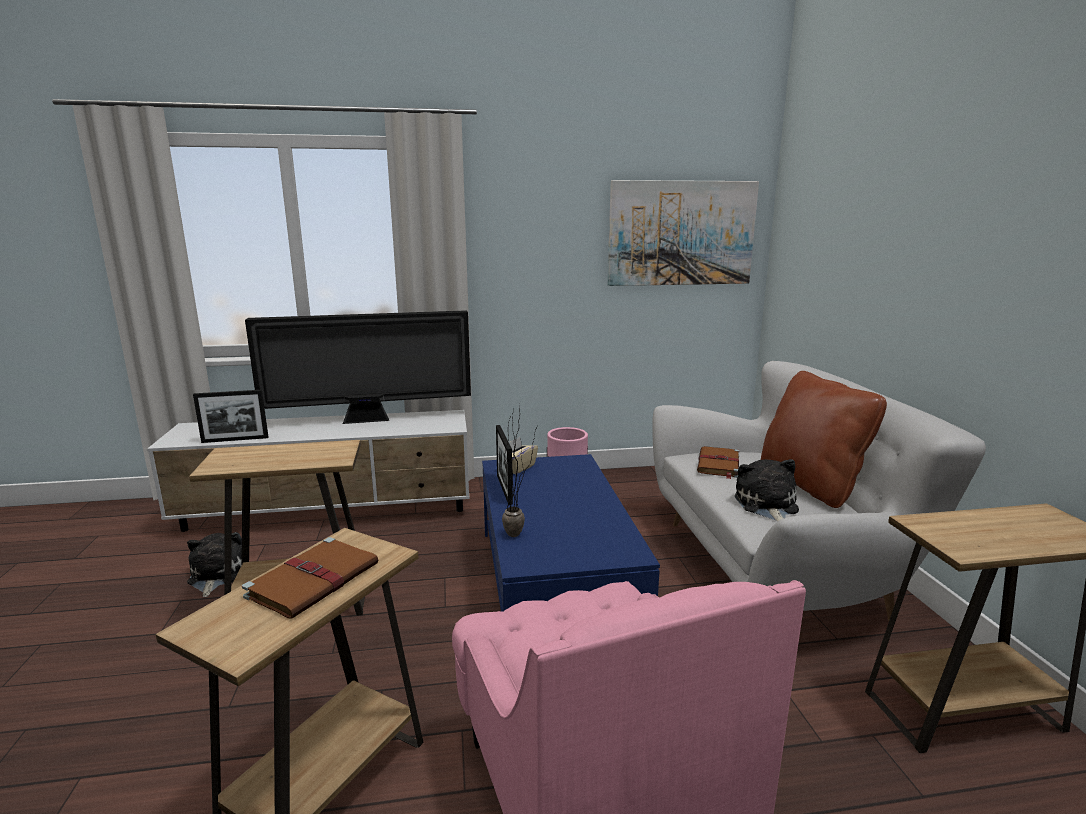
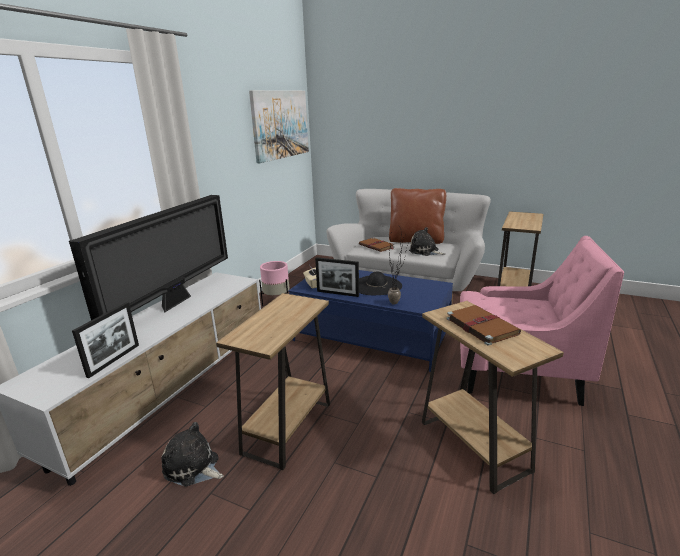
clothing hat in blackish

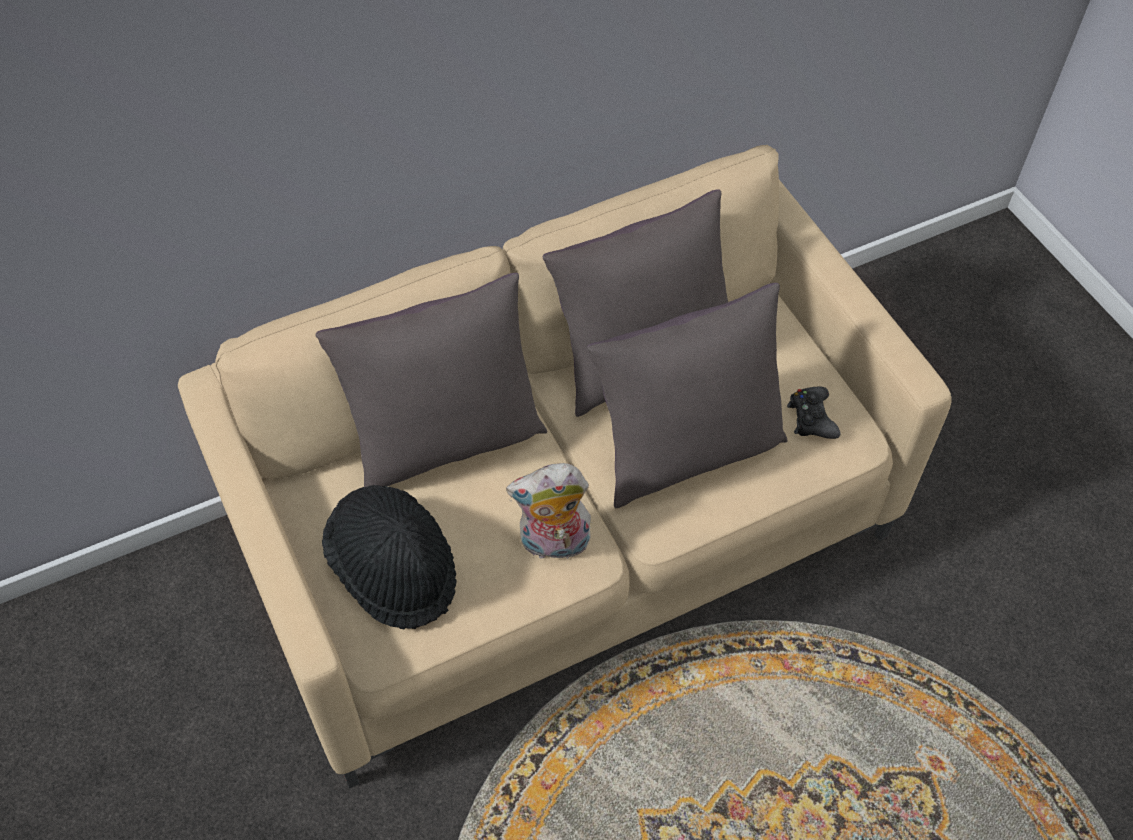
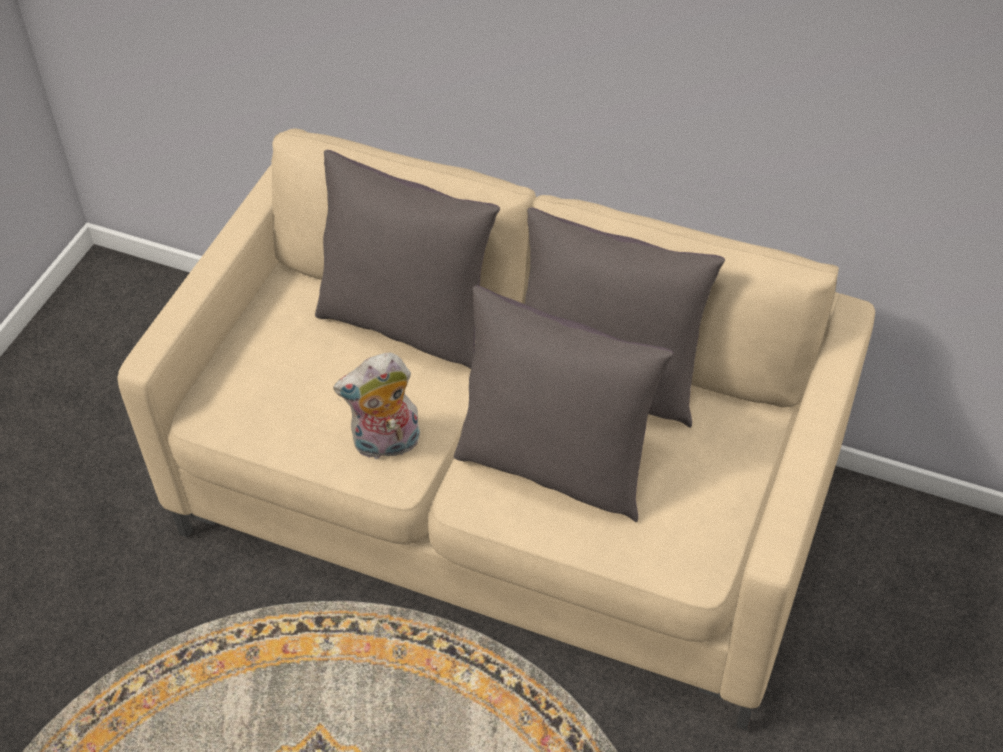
clothing hat in blackish
joypad in blackish
cuddly toy

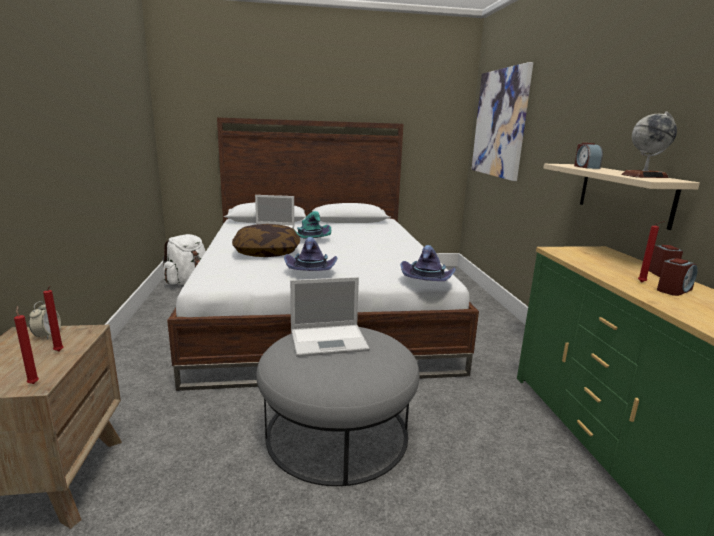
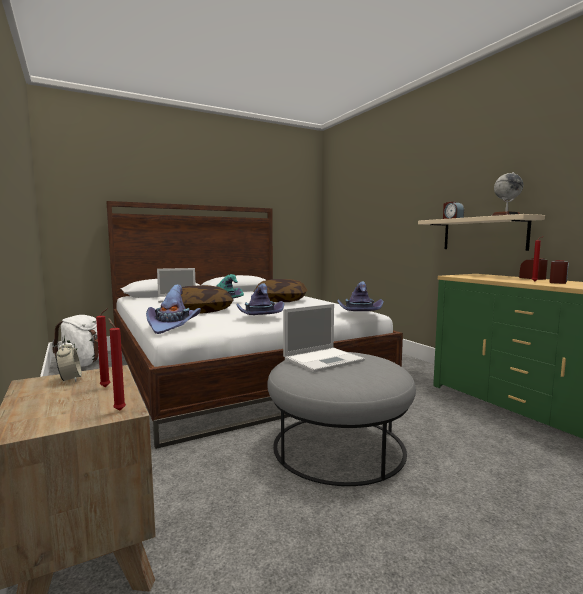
wall picture
clothing hat in purple-coloured (no. 1 from left)
cushion (no. 2 from left)

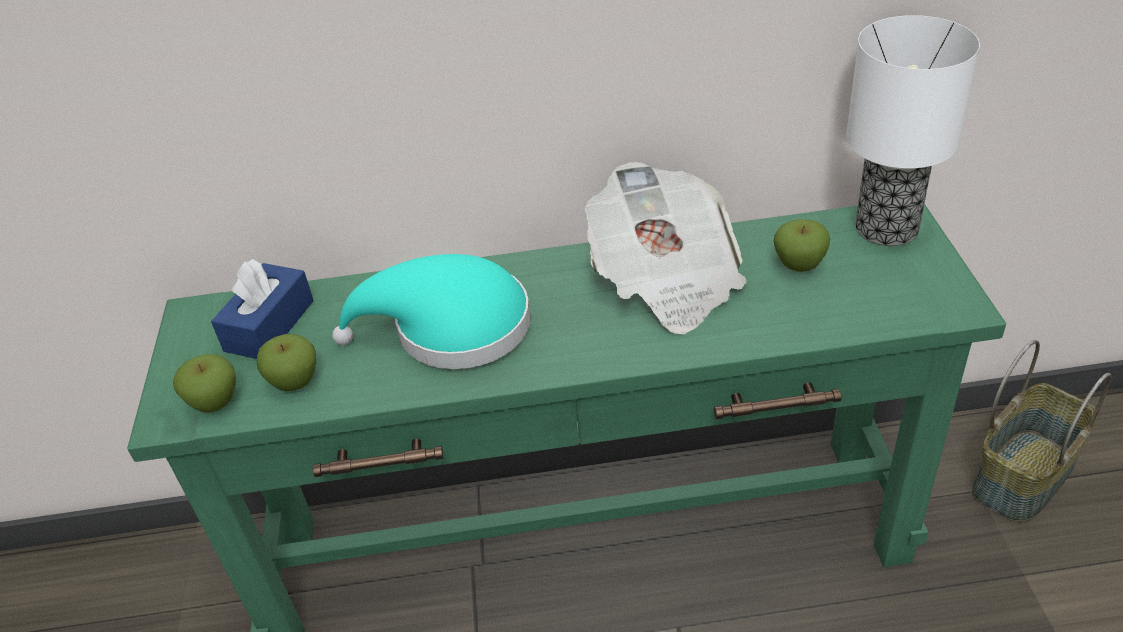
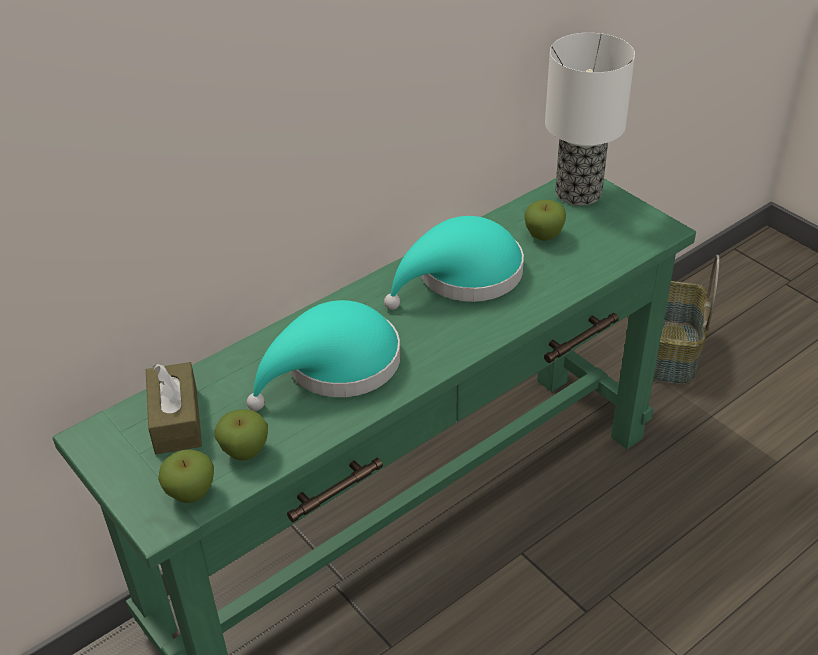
clothing hat in turquoise (no. 2 from left)
box of tissues in brown-coloured

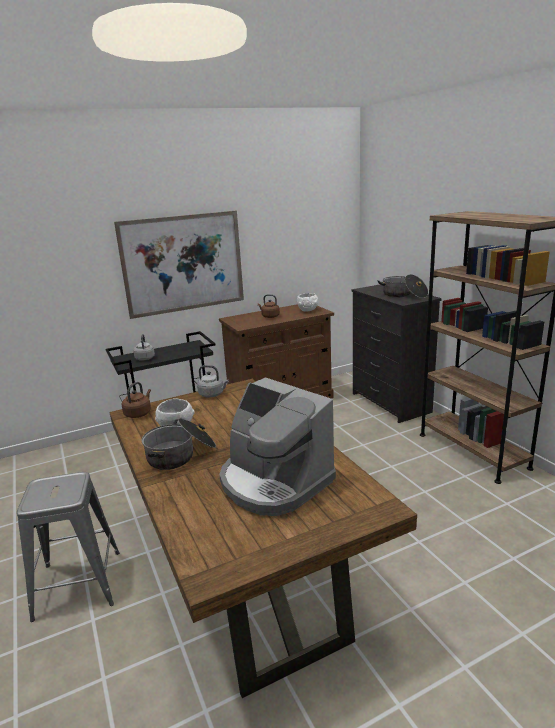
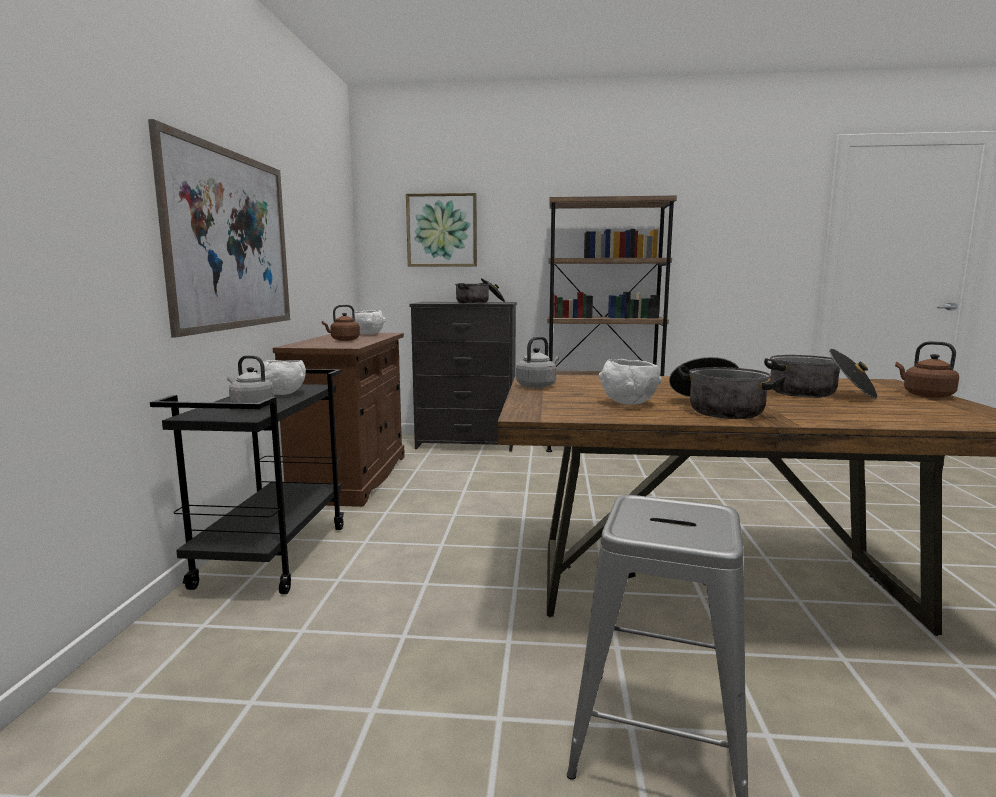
deep dish in whitish (no. 1 from left)
wall picture (no. 2 from left)
kettle in brown-coloured (no. 2 from left)
stockpot (no. 3 from left)

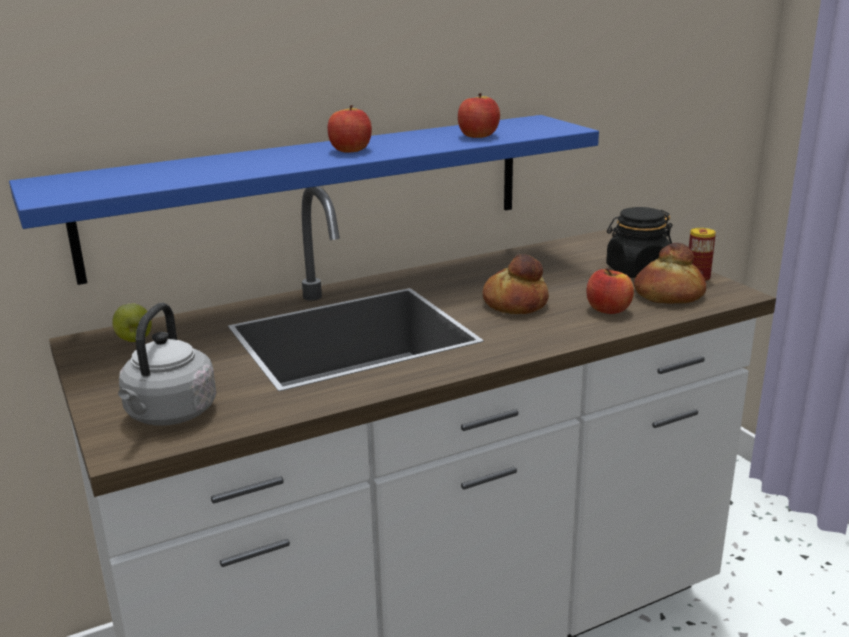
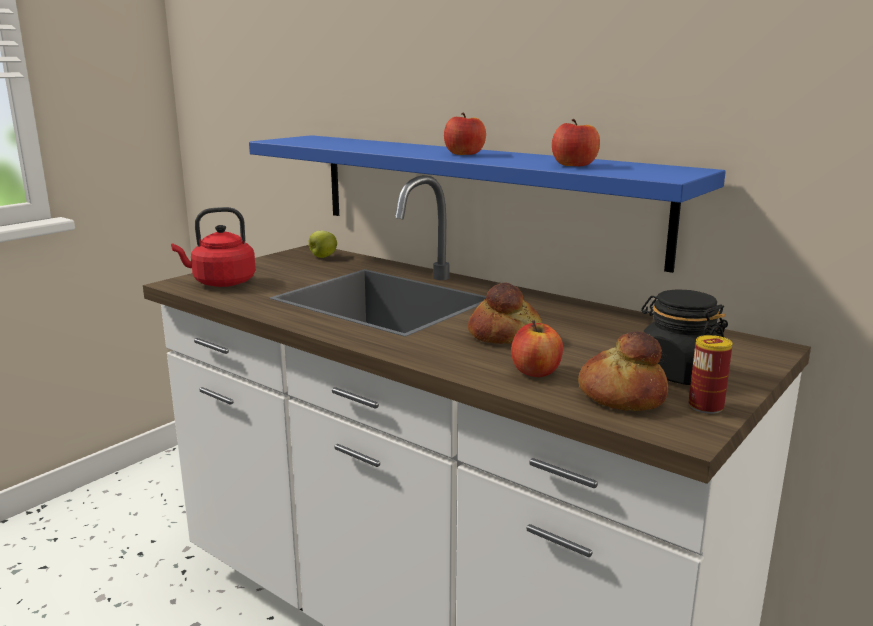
kettle in red-coloured

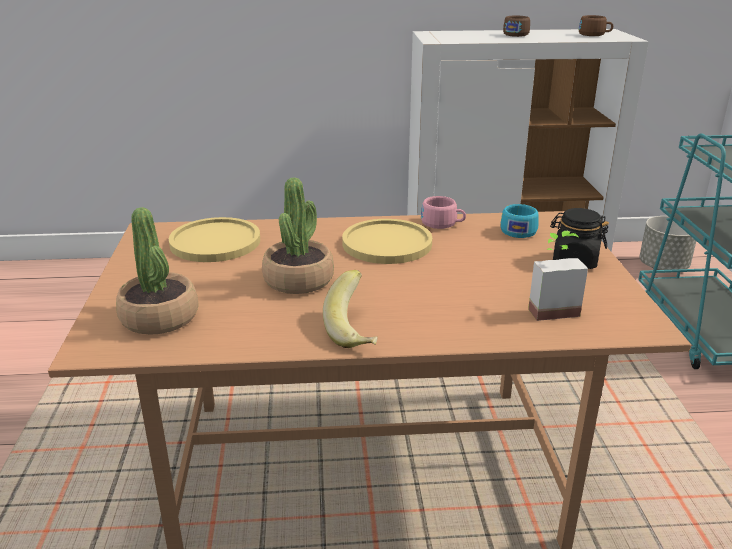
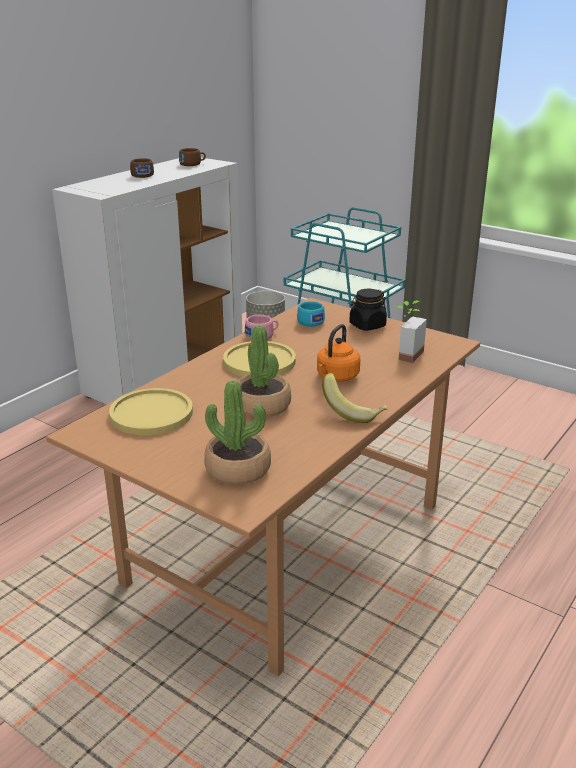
kettle in orangey

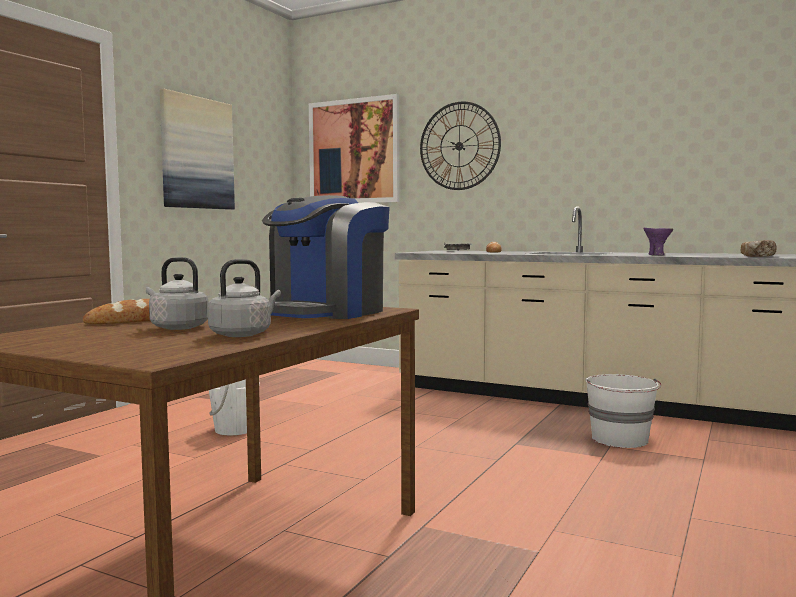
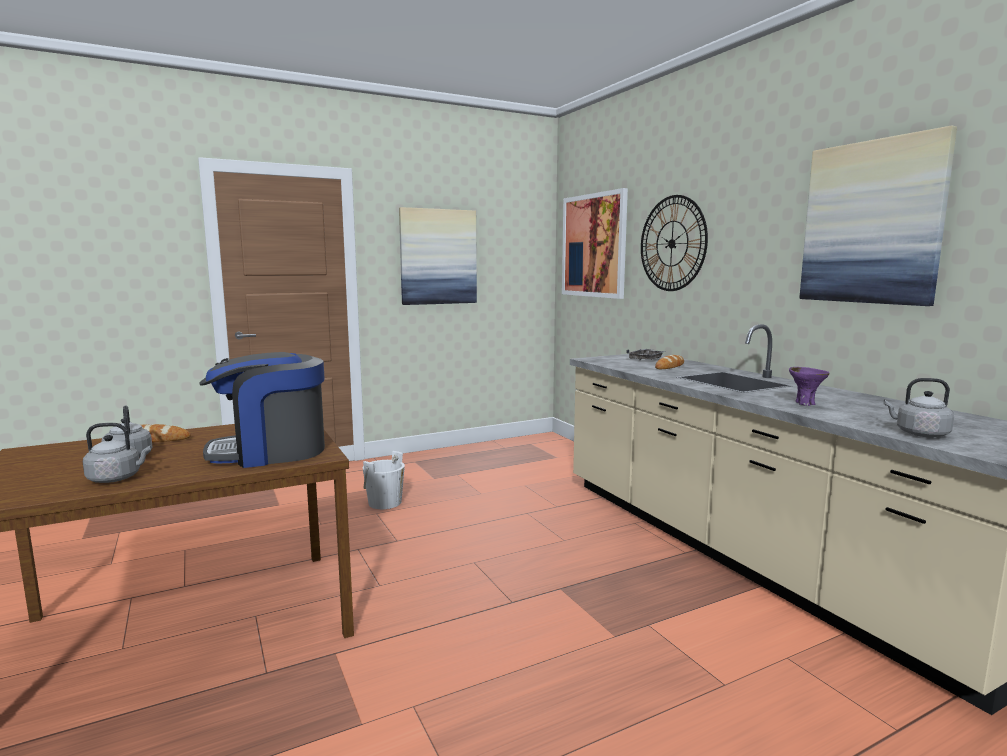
water bucket in whitish (no. 2 from left in the first image)
wall picture (no. 3 from left)
kettle in gray (no. 3 from left)

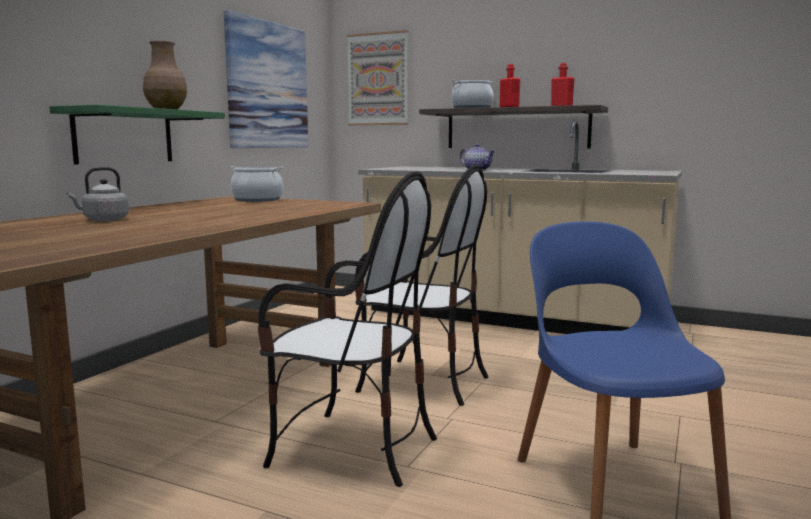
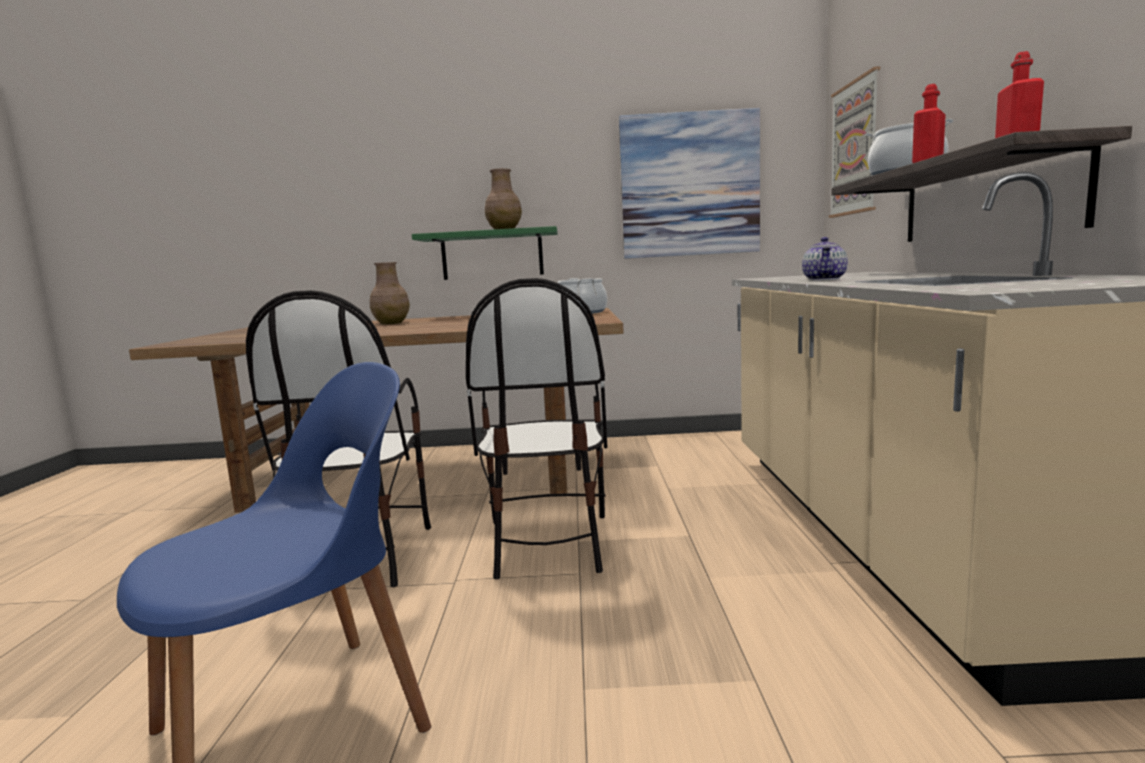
decorative vase in brown-coloured (no. 1 from left)

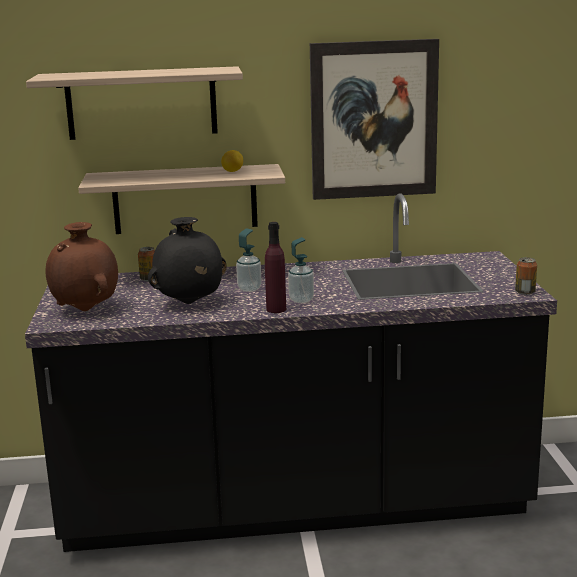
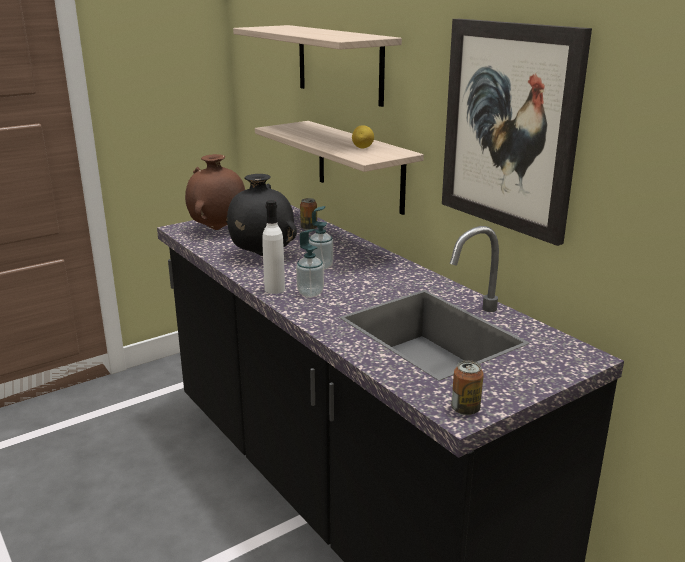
bottle in whitish

